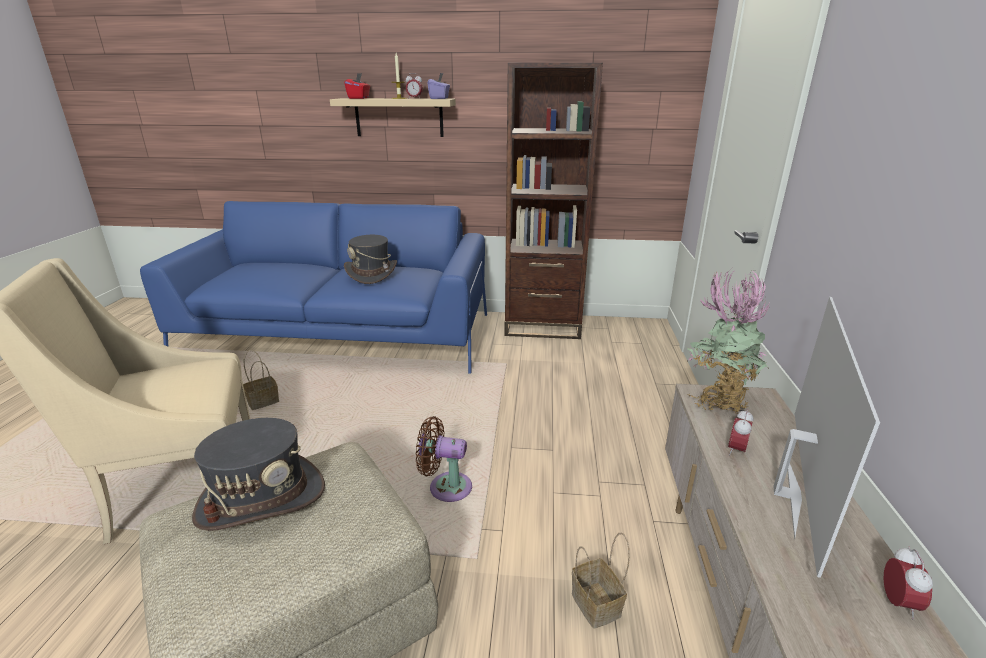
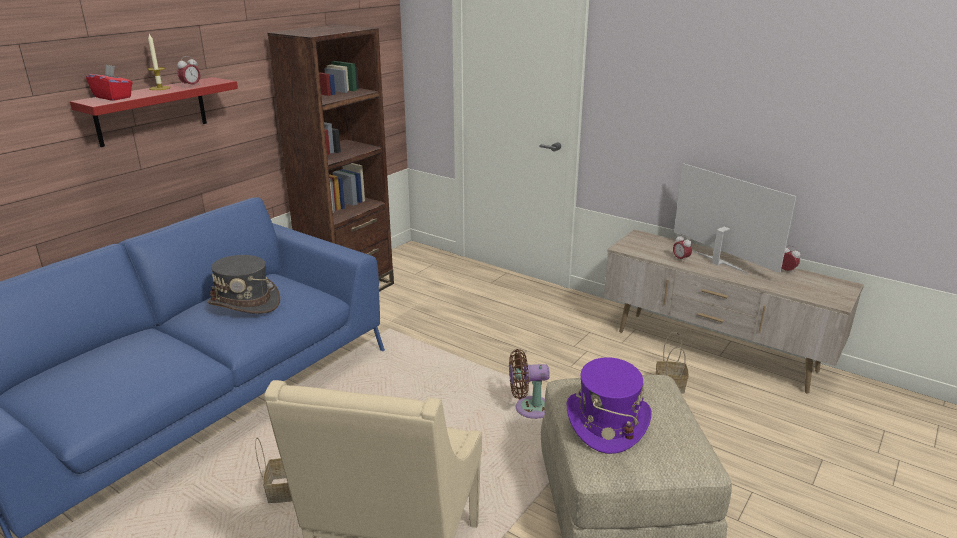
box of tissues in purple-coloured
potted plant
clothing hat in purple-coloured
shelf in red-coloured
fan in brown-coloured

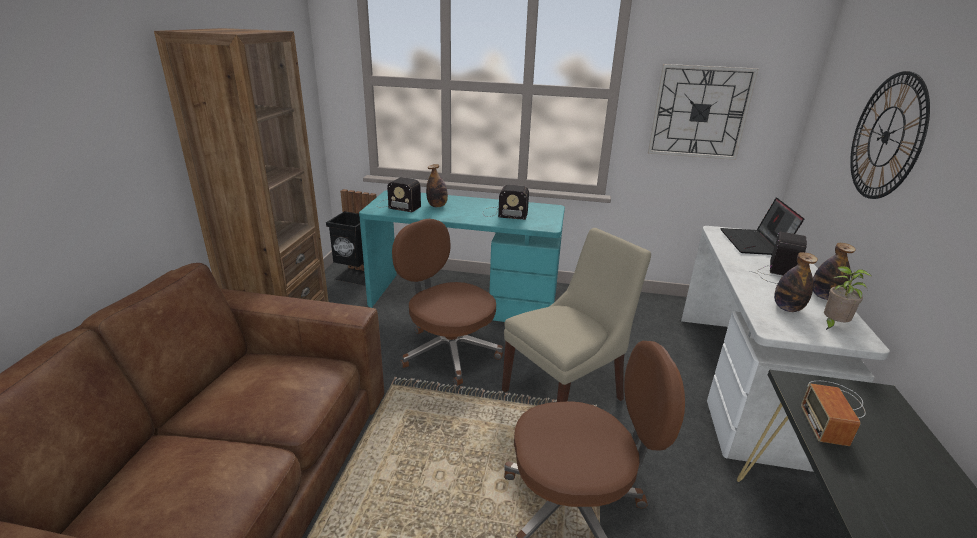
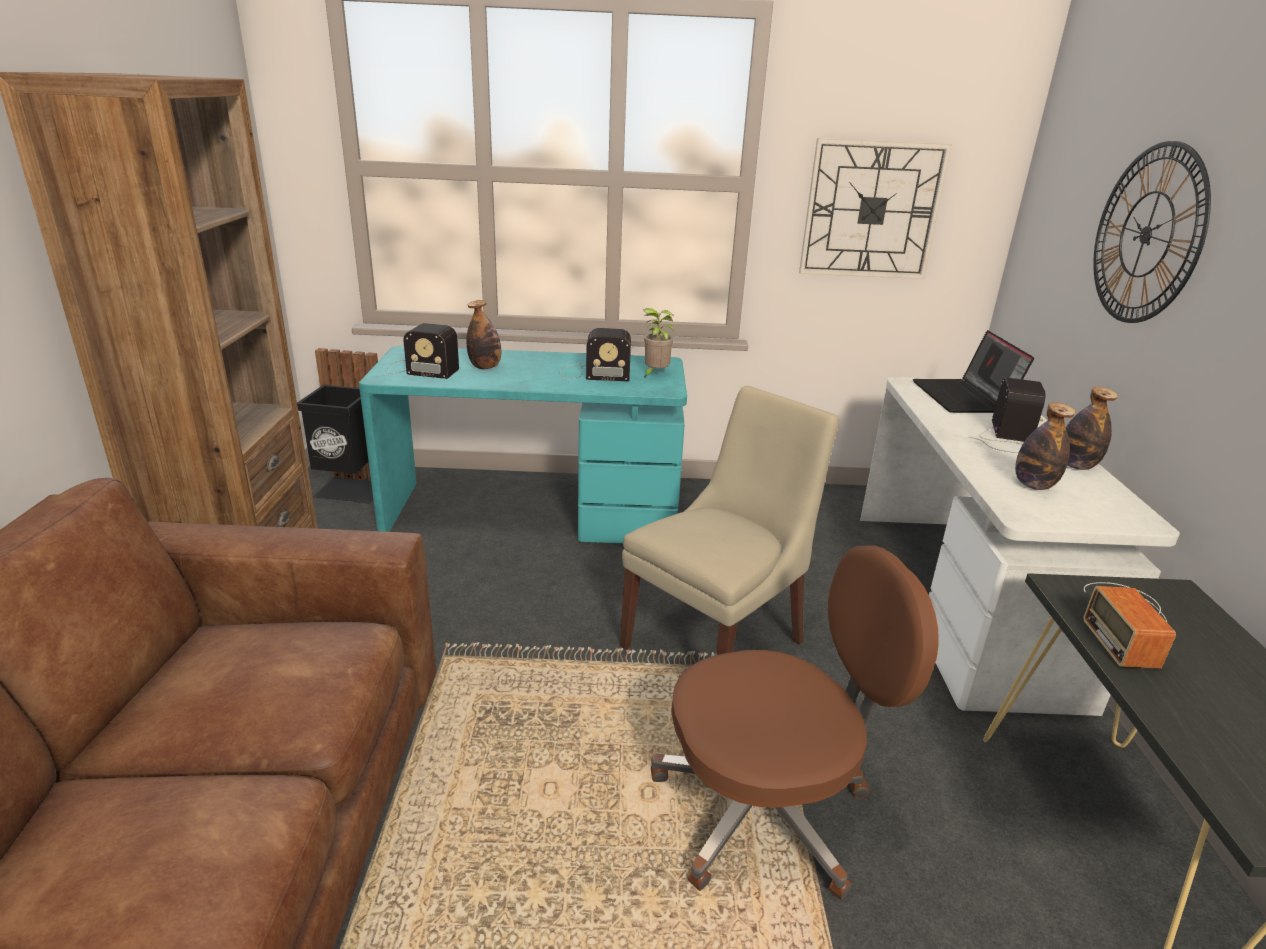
office chair in brown-coloured (no. 1 from left in the first image)
potted plant

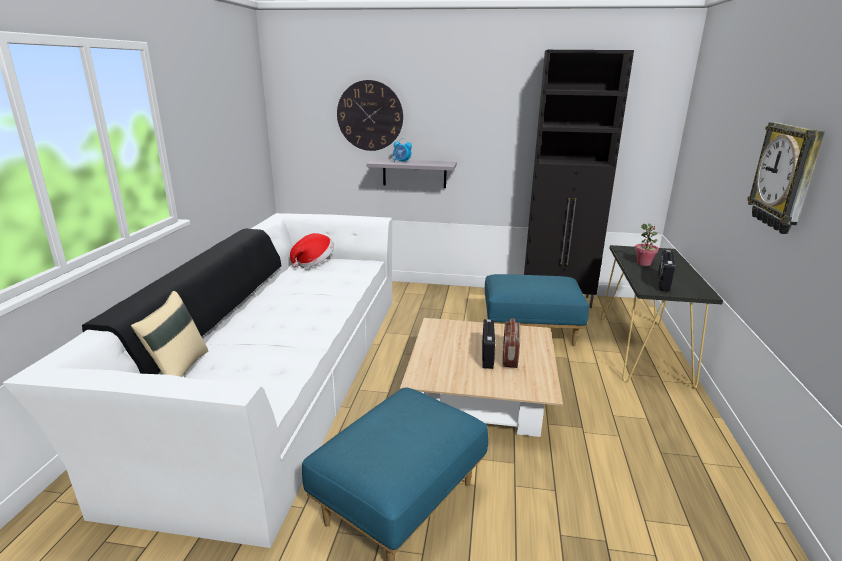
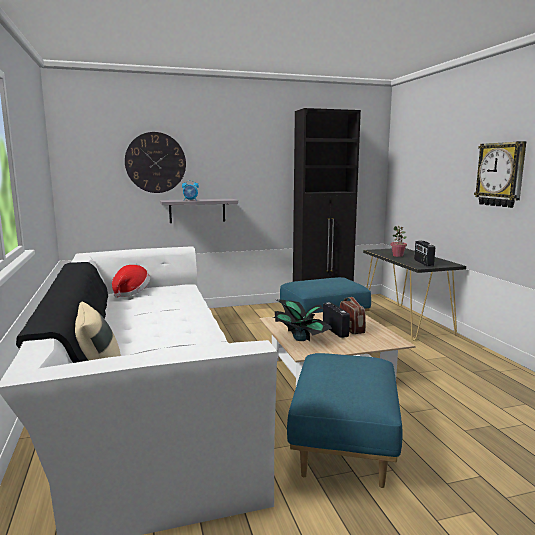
potted plant (no. 1 from left)

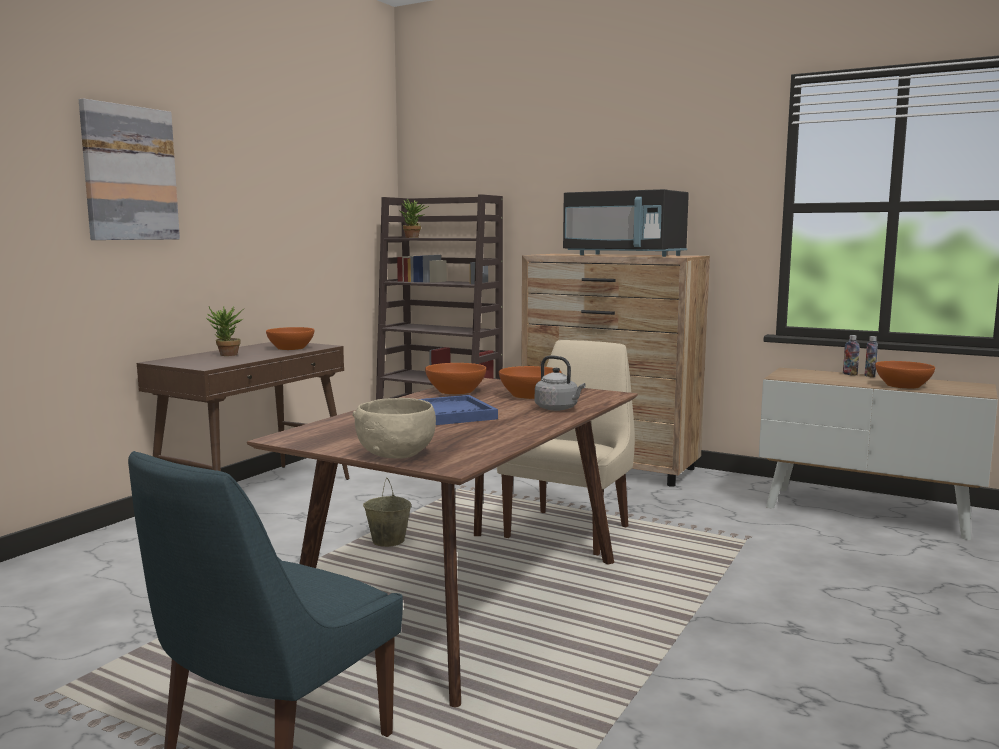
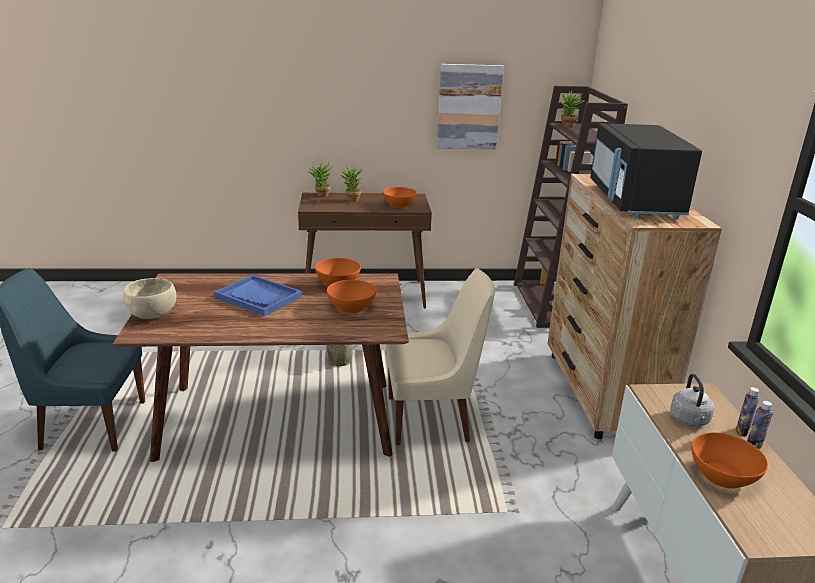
potted plant (no. 1 from left)
wall picture
kettle in gray

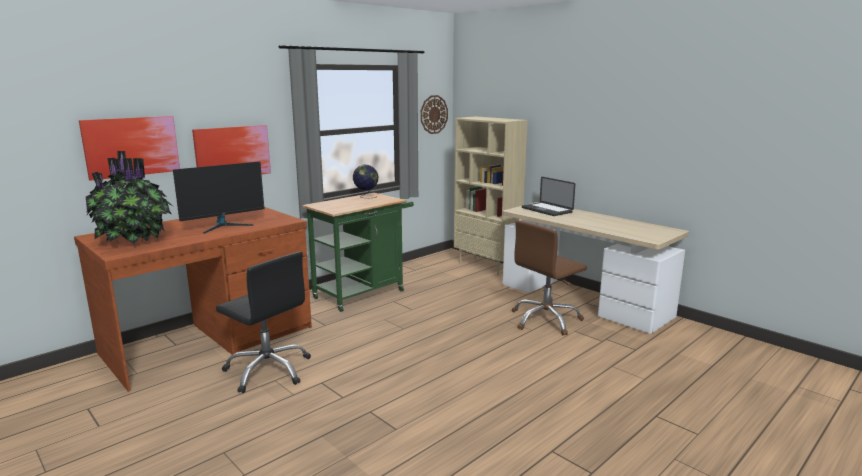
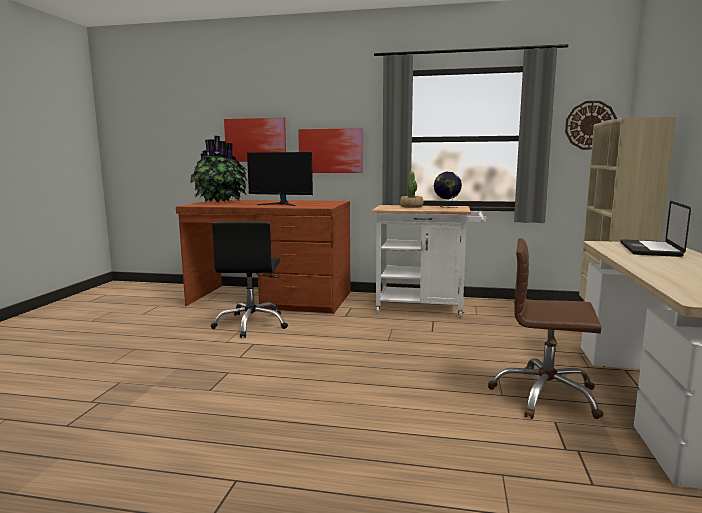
potted plant (no. 2 from left)
trolley in whitish

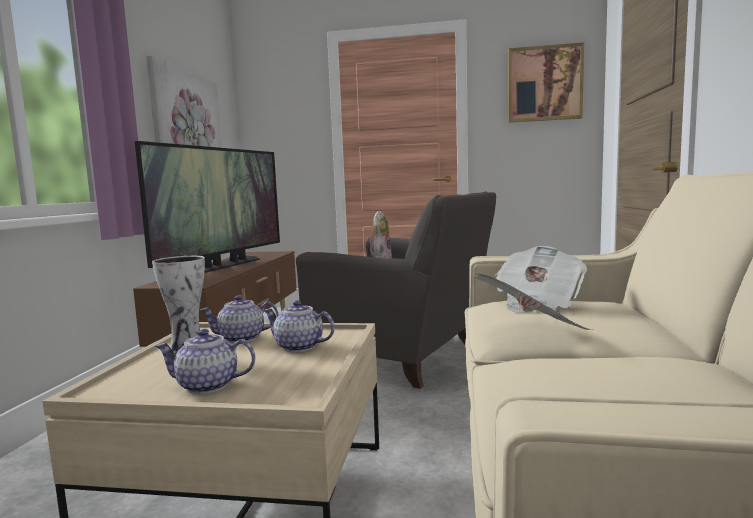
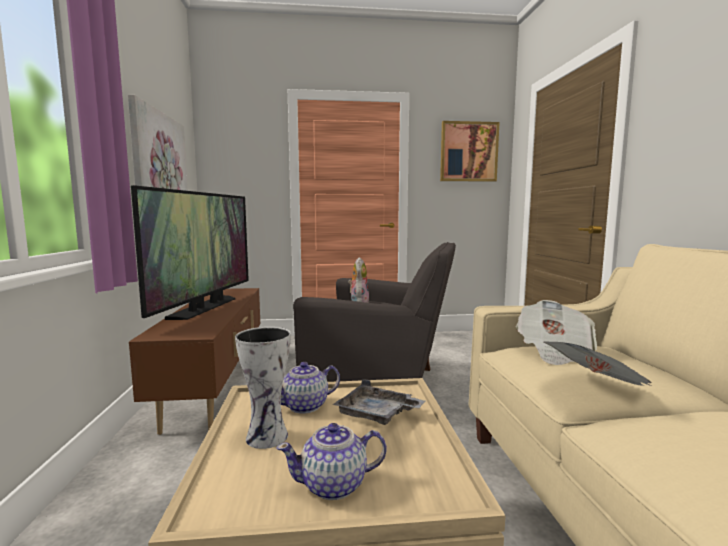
serving tray in gray

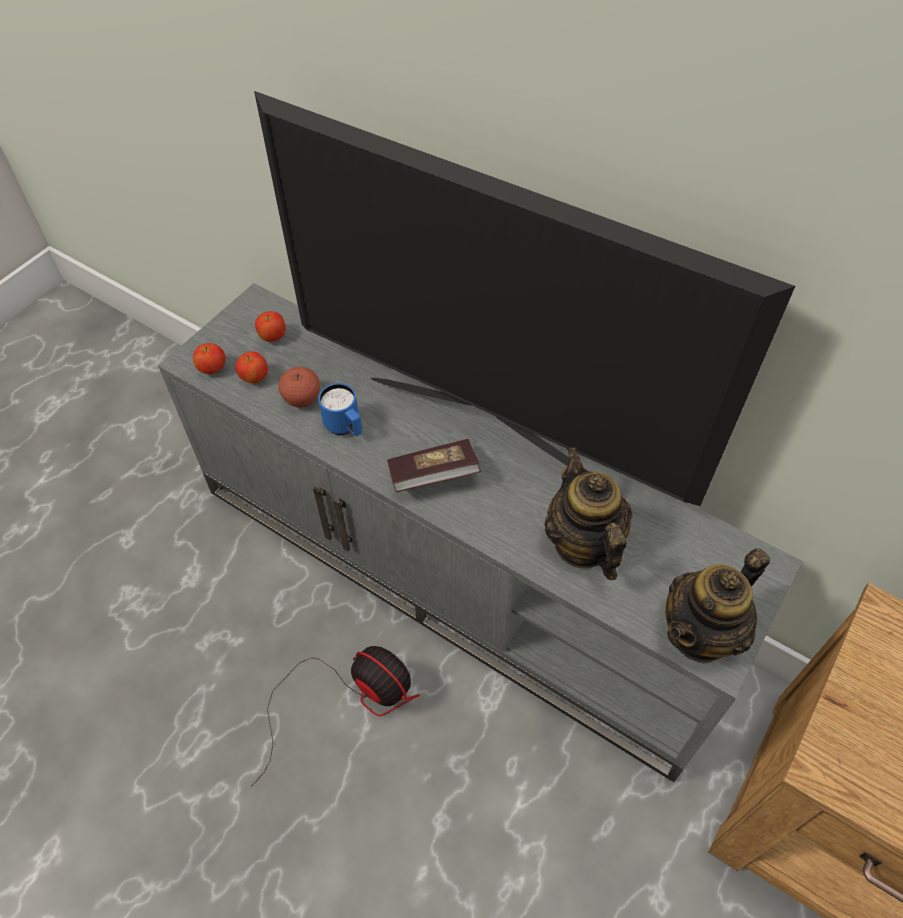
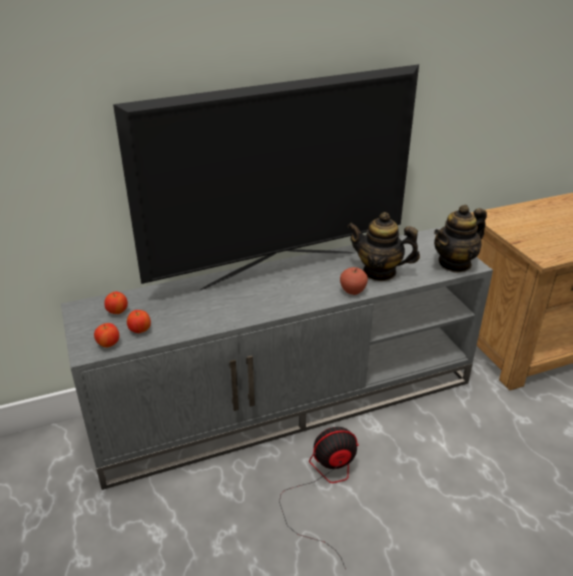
mug in blue-coloured
volume
apple (no. 4 from left)
pot for tea (no. 2 from left)

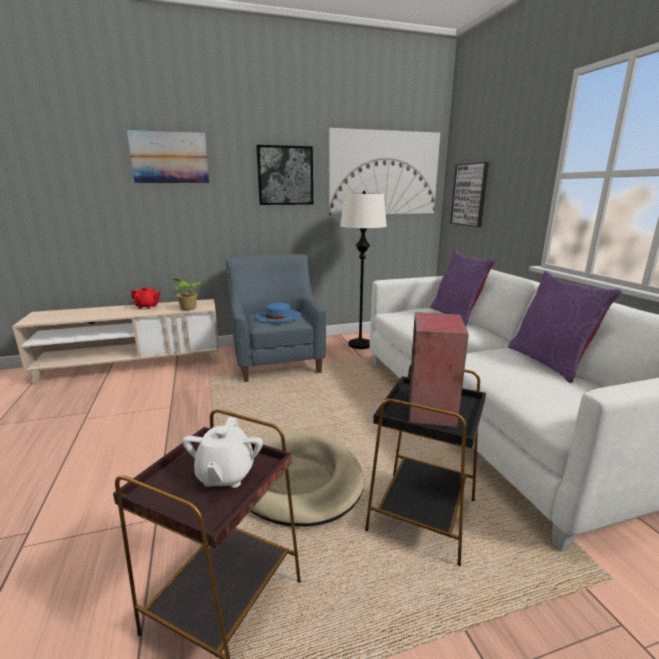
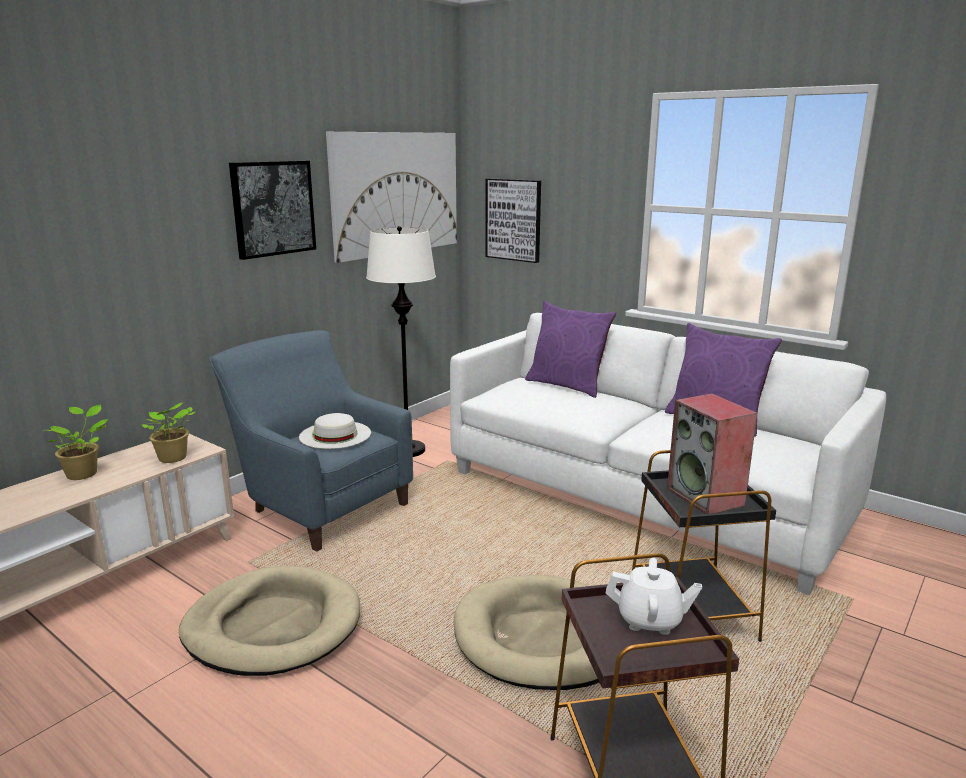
wall picture (no. 1 from left in the first image)
pet bed in sand-coloured (no. 1 from left)
potted plant (no. 1 from left)
clothing hat in whitish
pot for tea in whitish

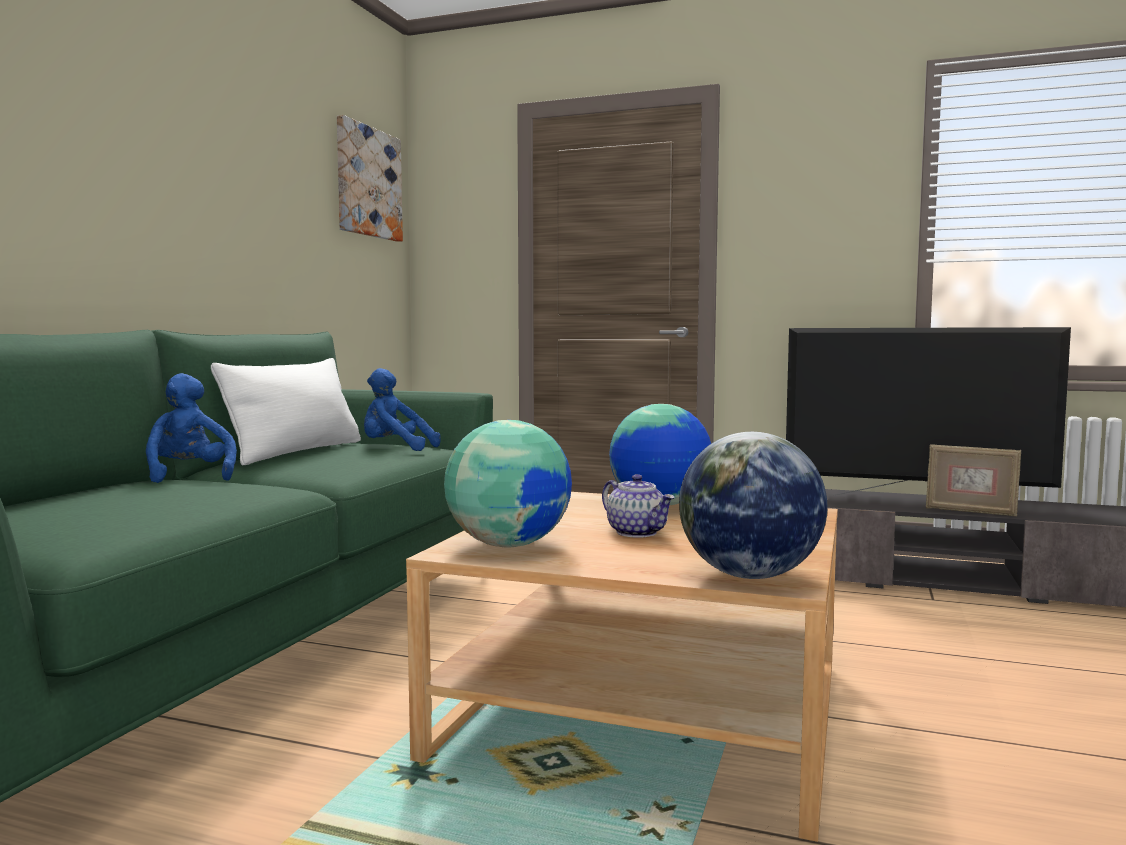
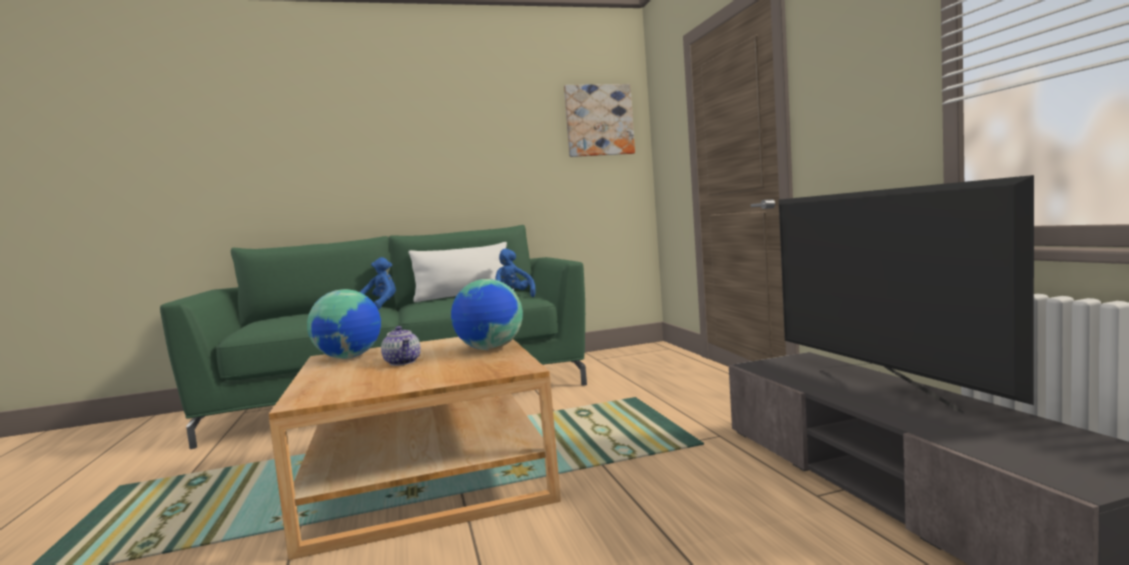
globe (no. 3 from left in the first image)
photo frame
pot for tea

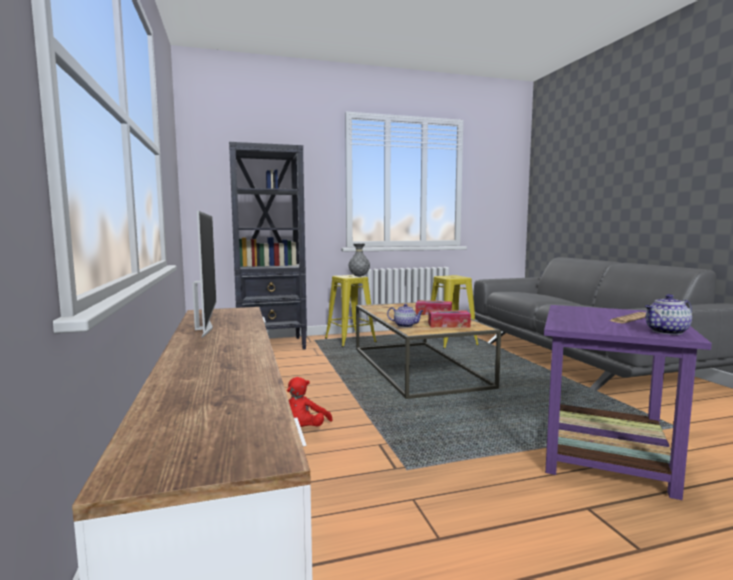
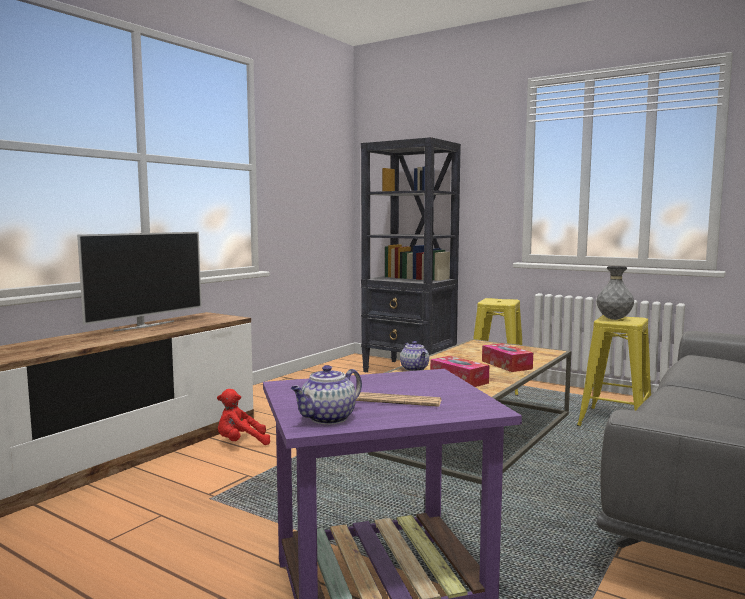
decorative vase in gray
pot for tea (no. 1 from left)

